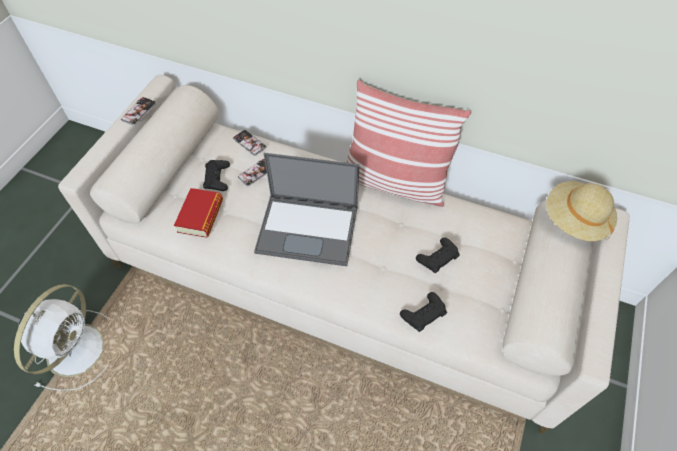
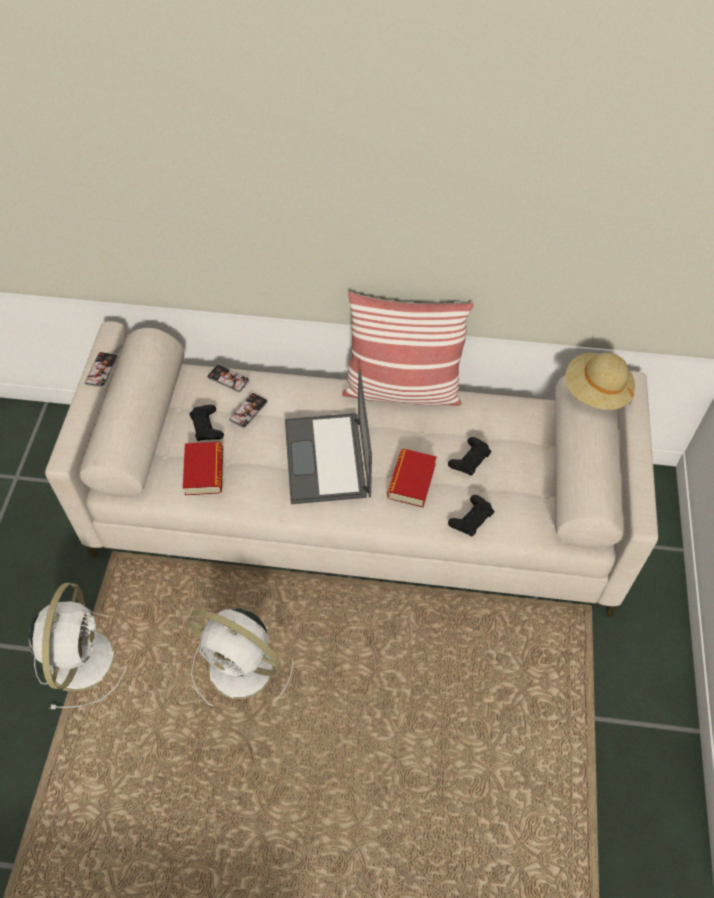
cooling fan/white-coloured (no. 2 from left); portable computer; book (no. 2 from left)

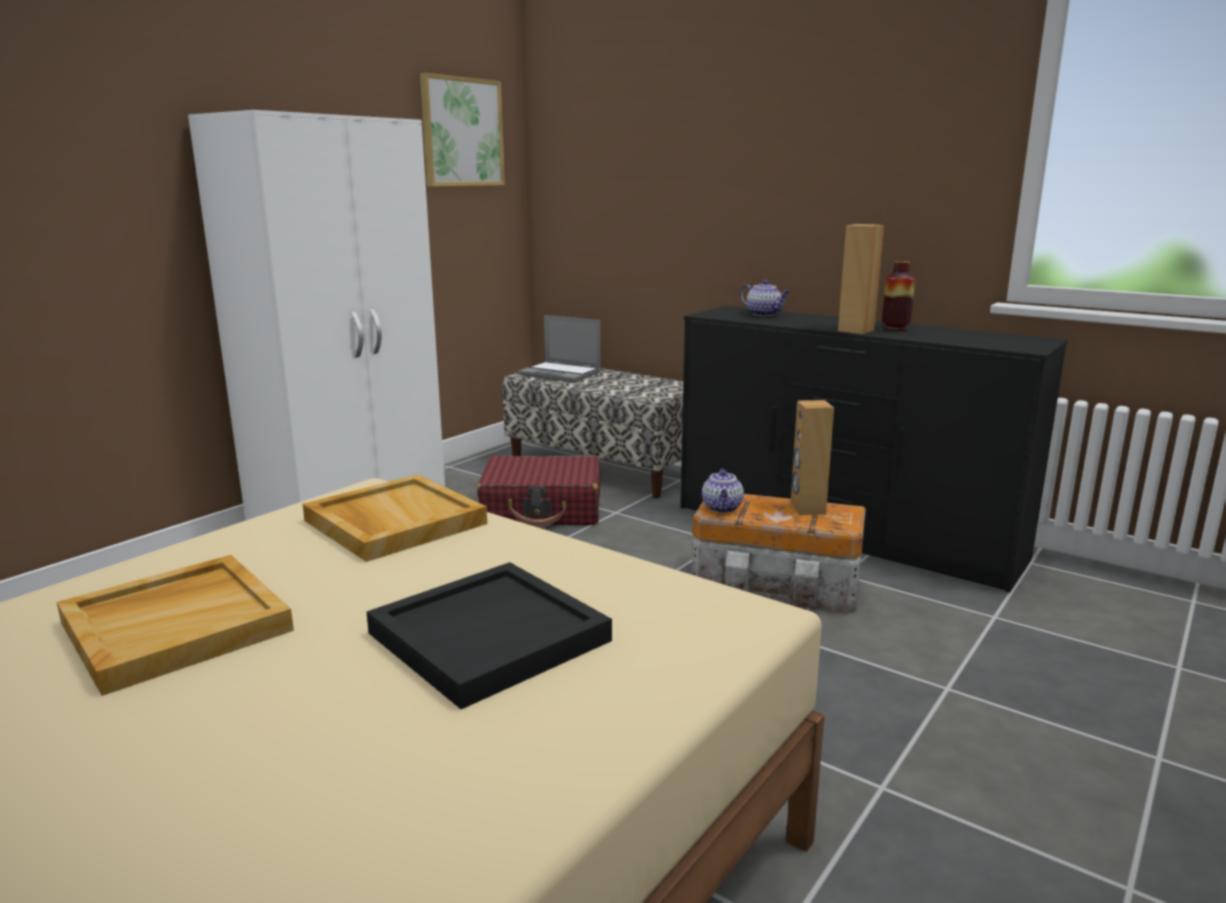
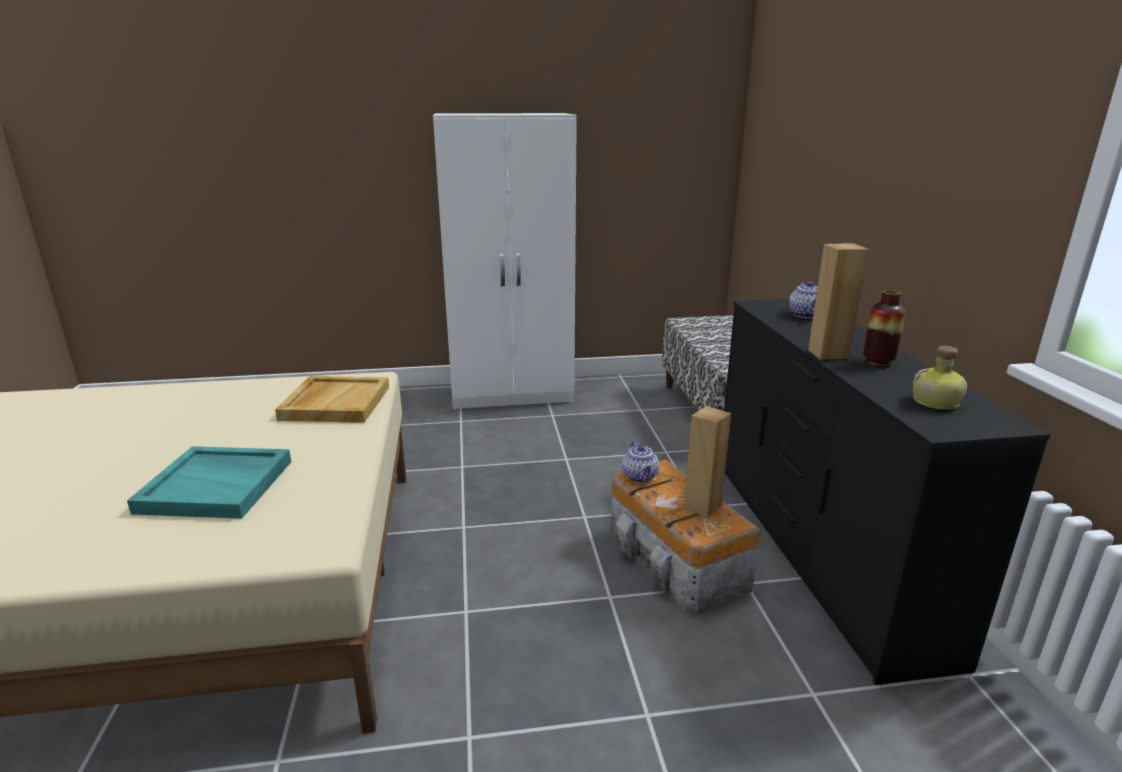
tray/blue-green; pot for tea (no. 1 from left); beverage bottle; tray/beige-coloured (no. 1 from left in the first image); picture; piece of luggage/reddish; portable computer

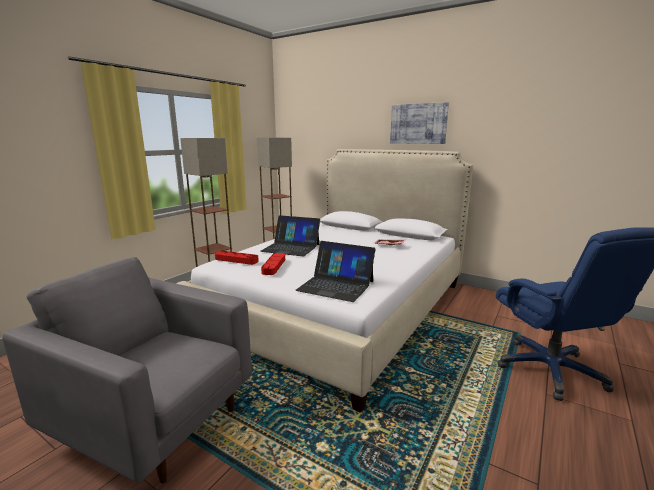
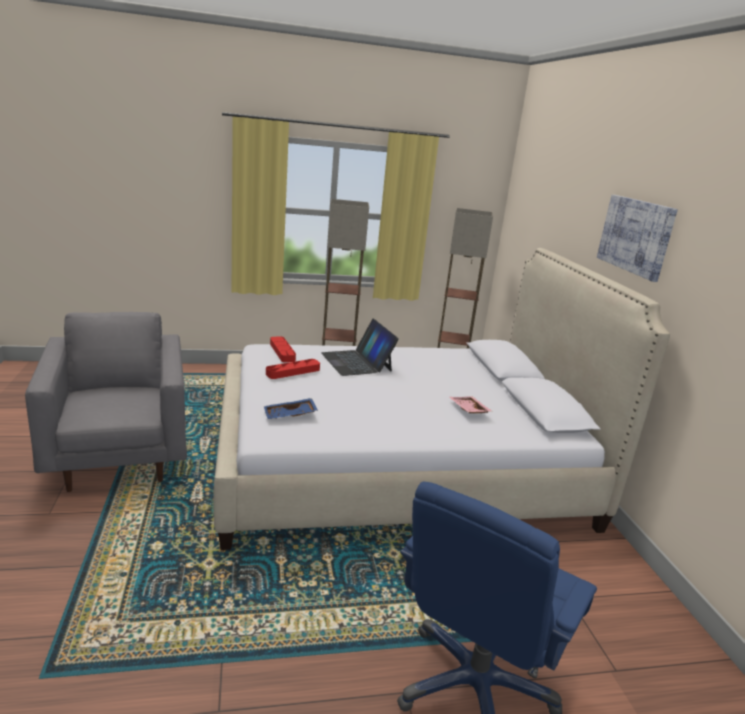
tray/bluish

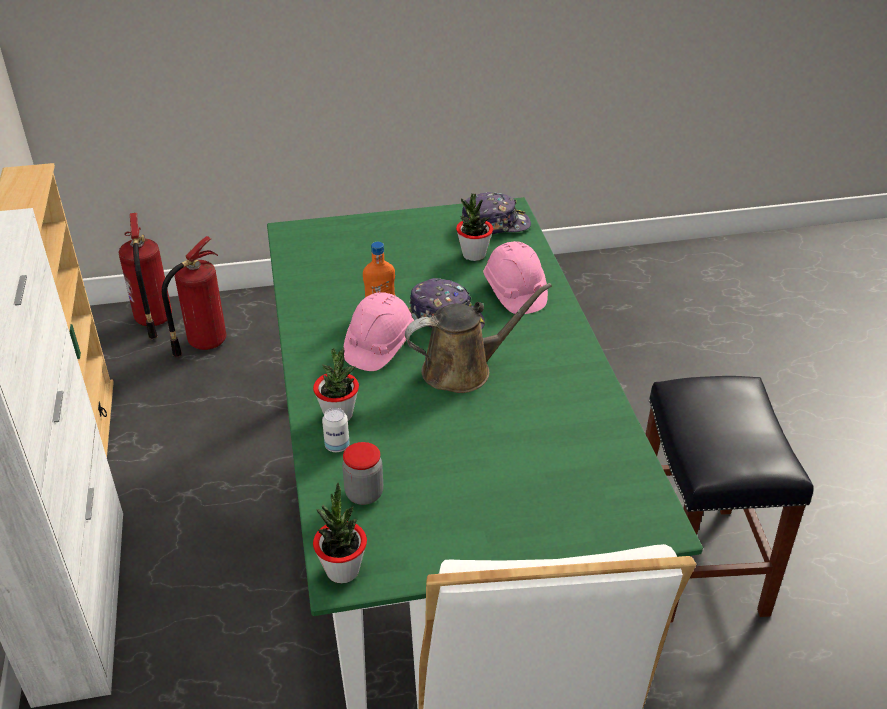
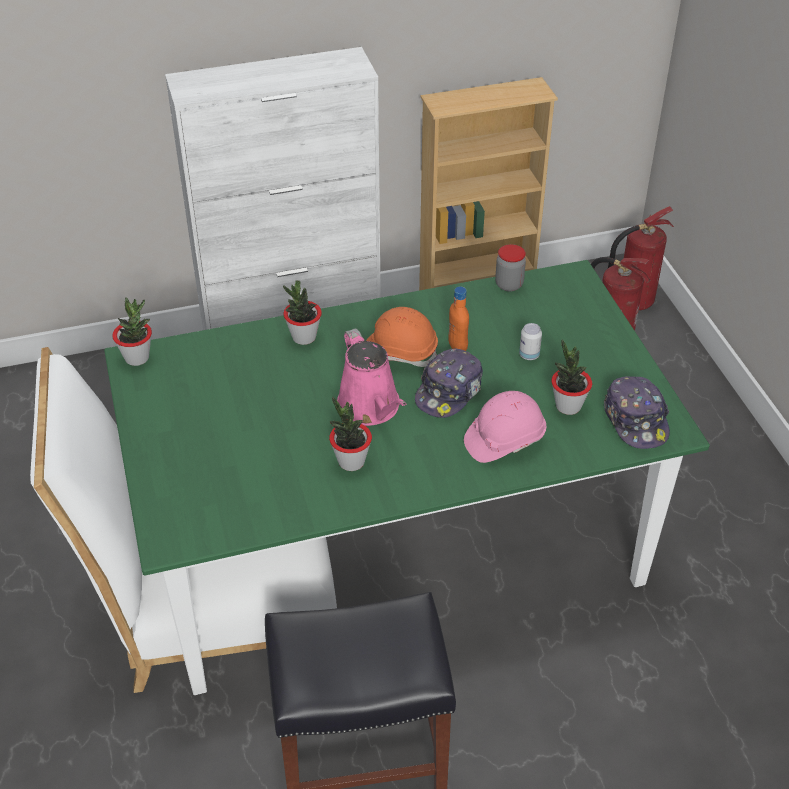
houseplant (no. 3 from left); sprinkling can/pinkish; work helmet/orange-coloured; jar; sealed can

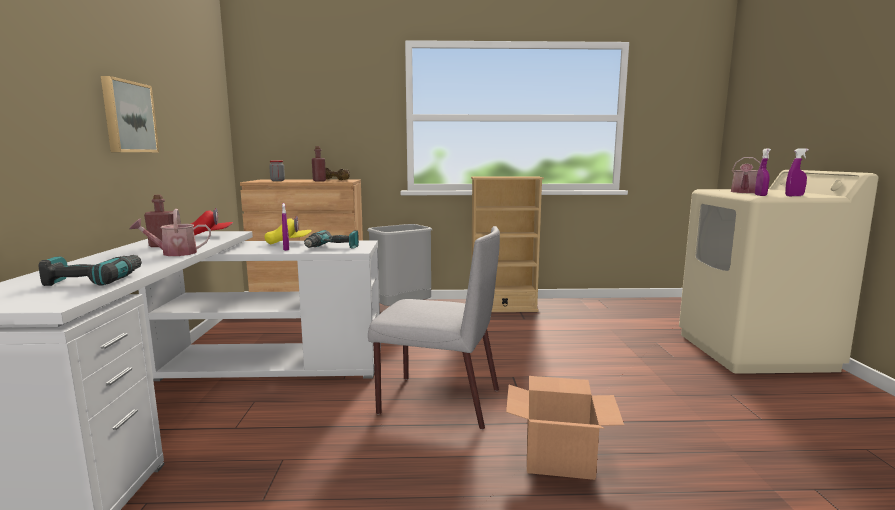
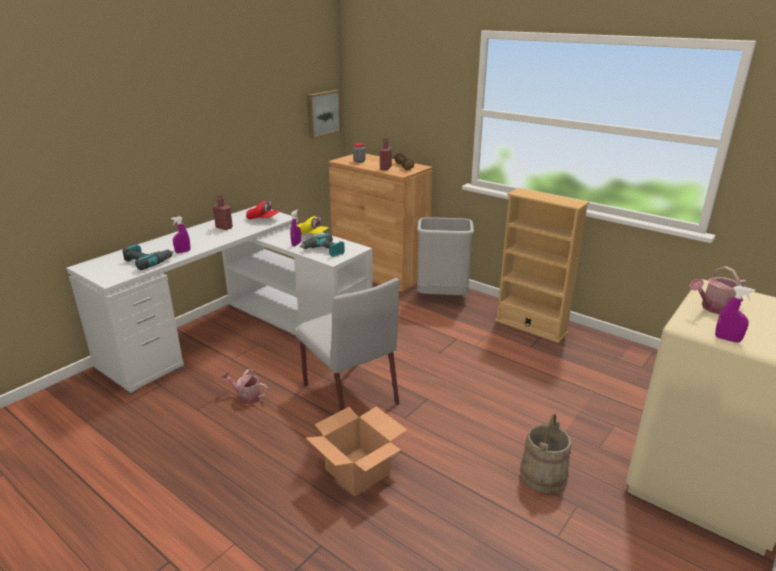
hand sprayer/purple-coloured (no. 1 from left); sprinkling can (no. 1 from left); picture; pail/beige-coloured

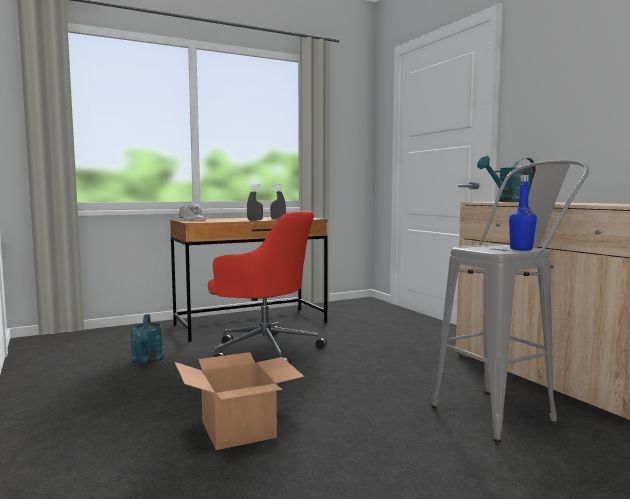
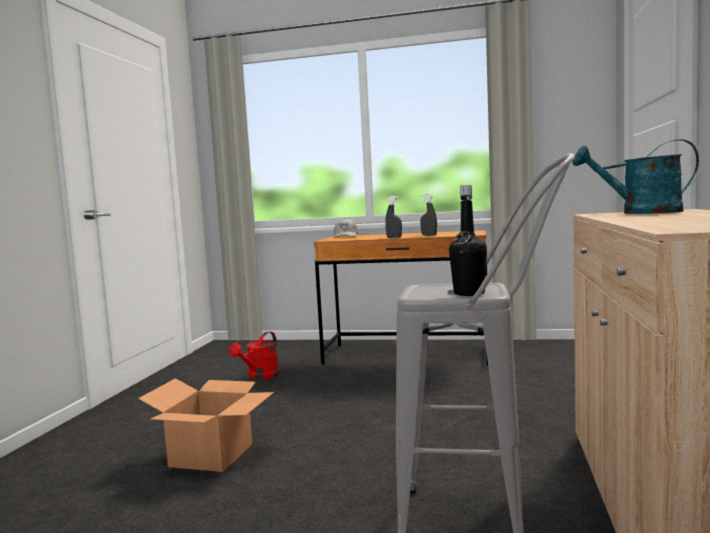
sprinkling can/reddish; beverage bottle/blackish; desk chair/reddish

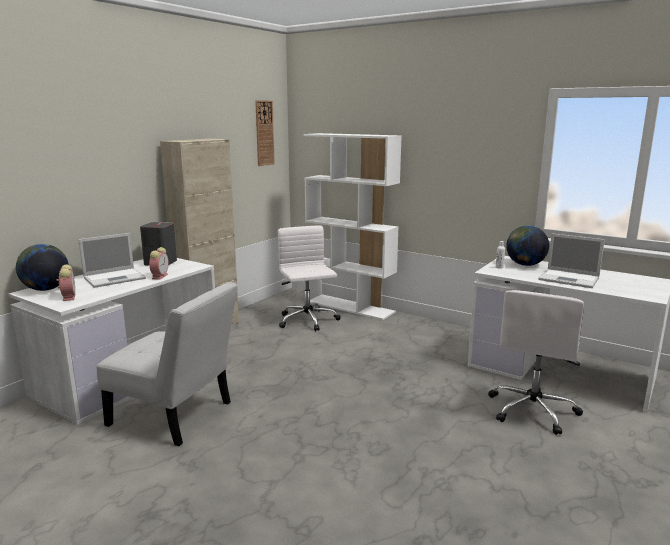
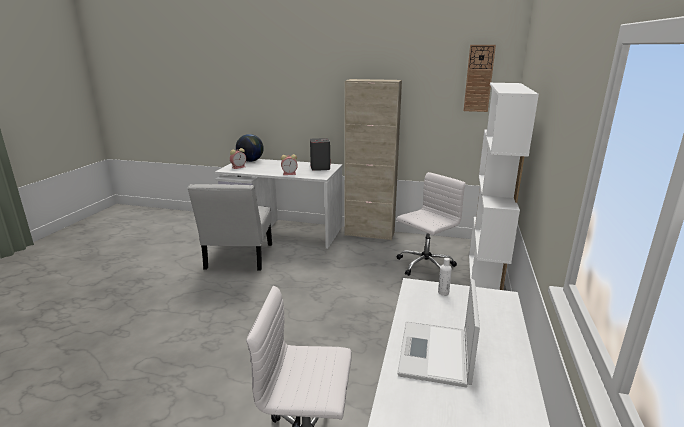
portable computer (no. 1 from left in the first image); world globe (no. 2 from left in the first image)

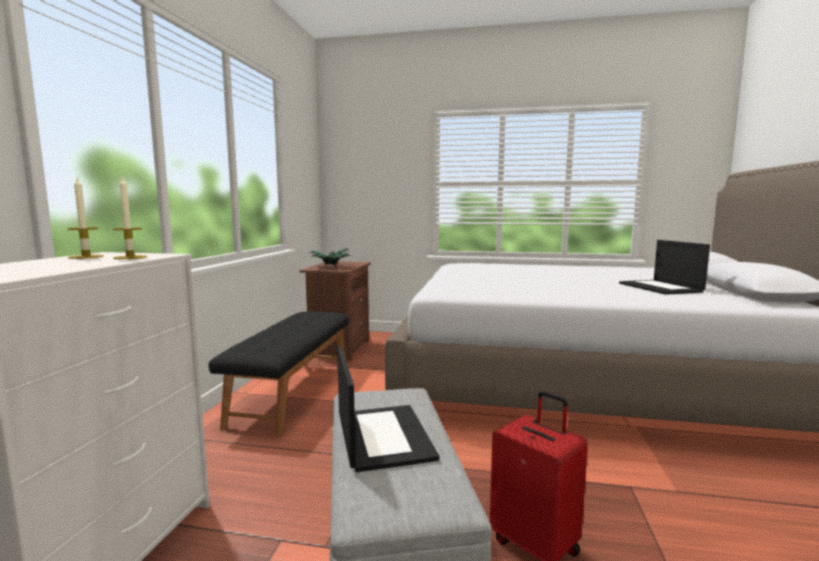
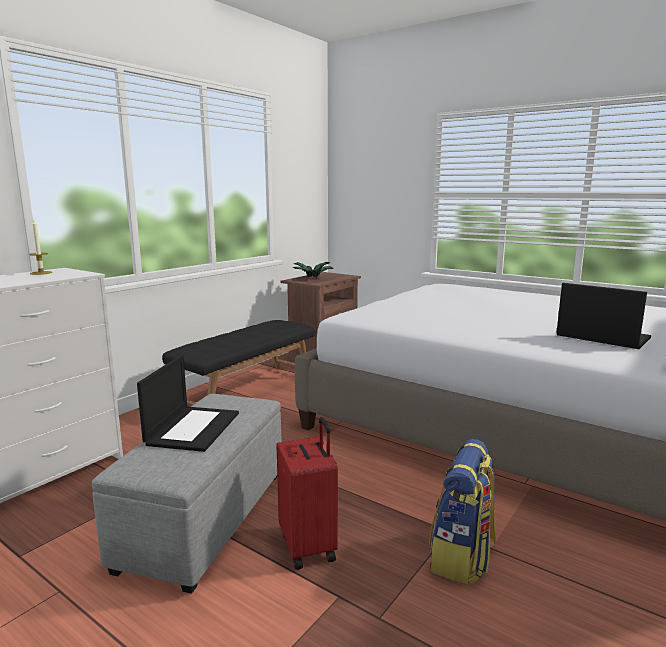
rucksack; portable computer (no. 2 from left); wax candle (no. 2 from left in the first image)

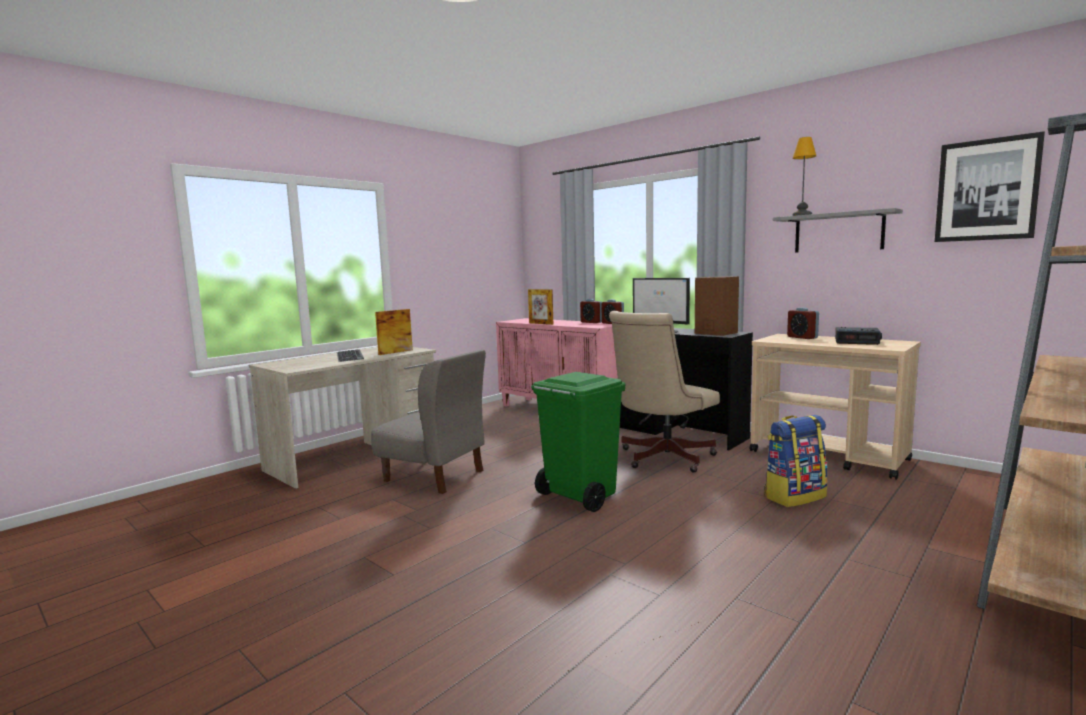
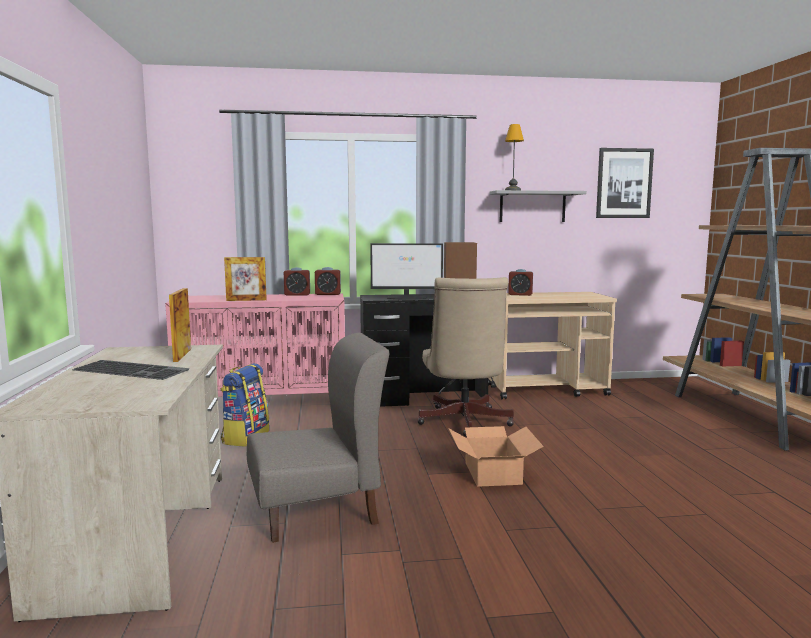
rucksack; carton; table clock (no. 4 from left in the first image)

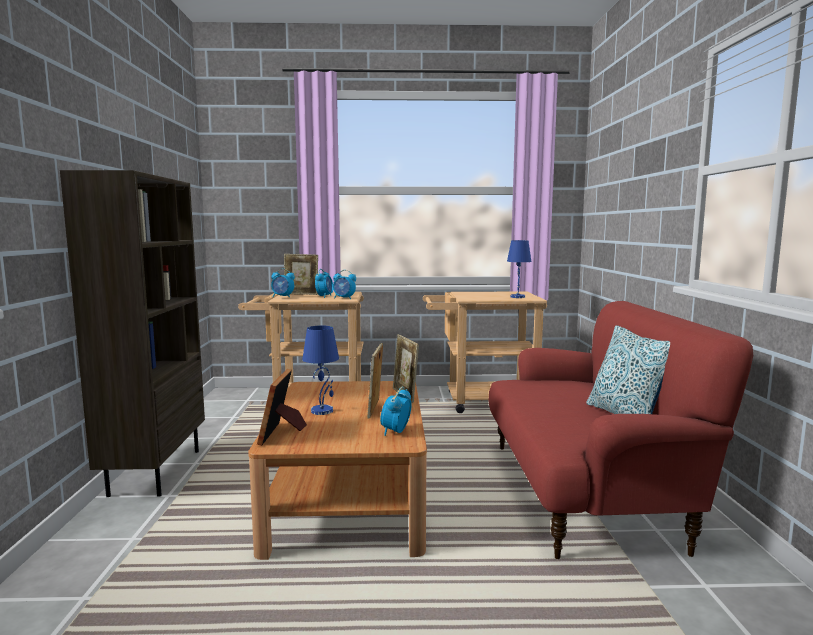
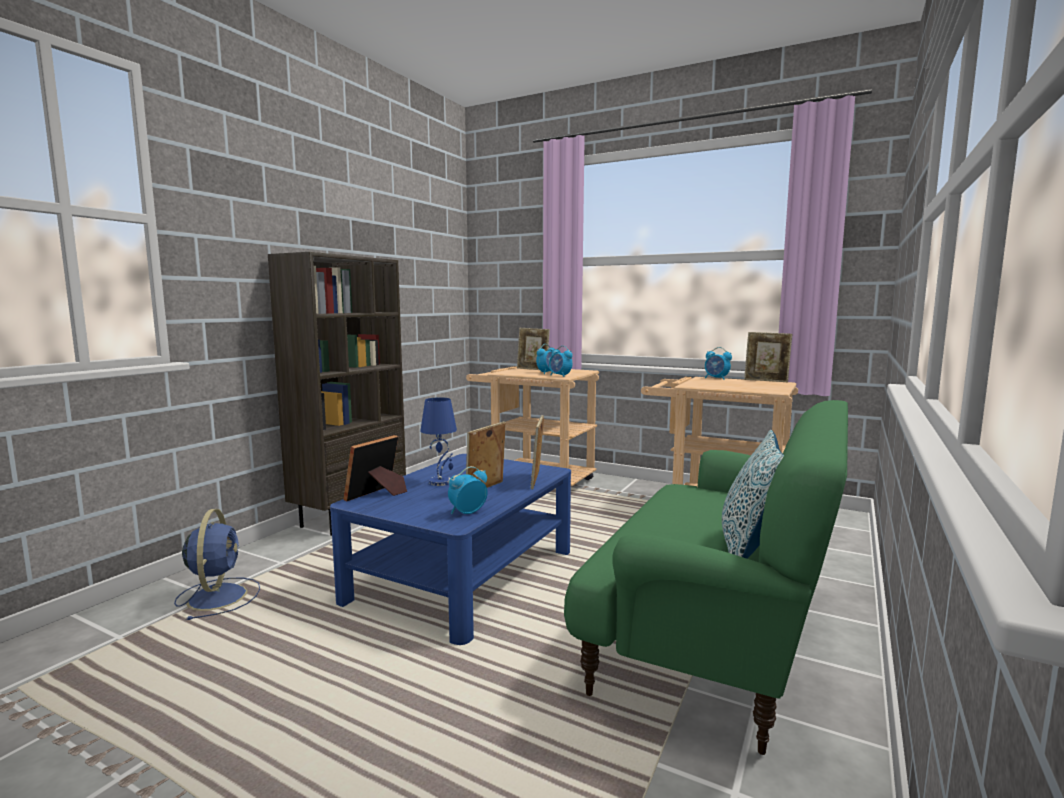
cooling fan/bluish; low table/bluish; couch/green; table clock (no. 4 from left); picture frame (no. 5 from left); tabletop lamp/bluish (no. 2 from left in the first image)

